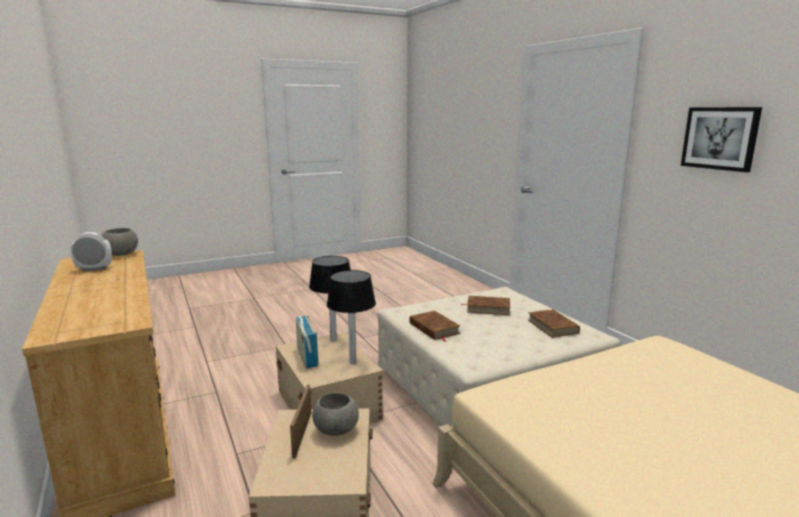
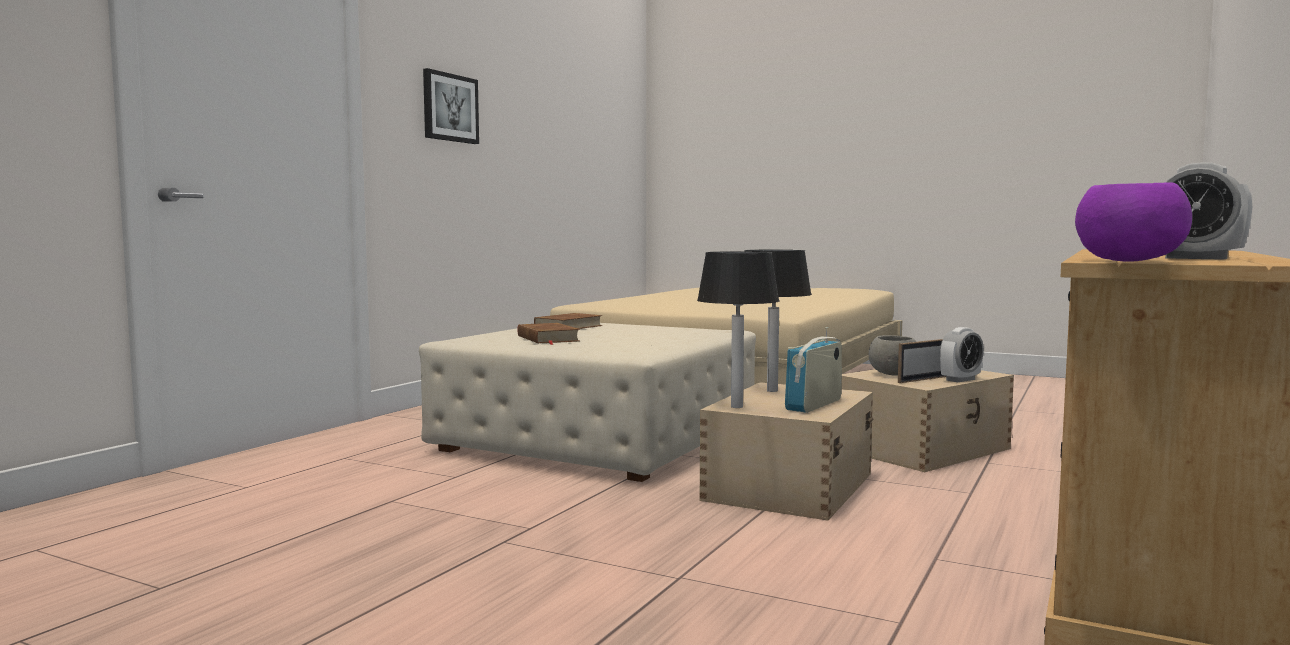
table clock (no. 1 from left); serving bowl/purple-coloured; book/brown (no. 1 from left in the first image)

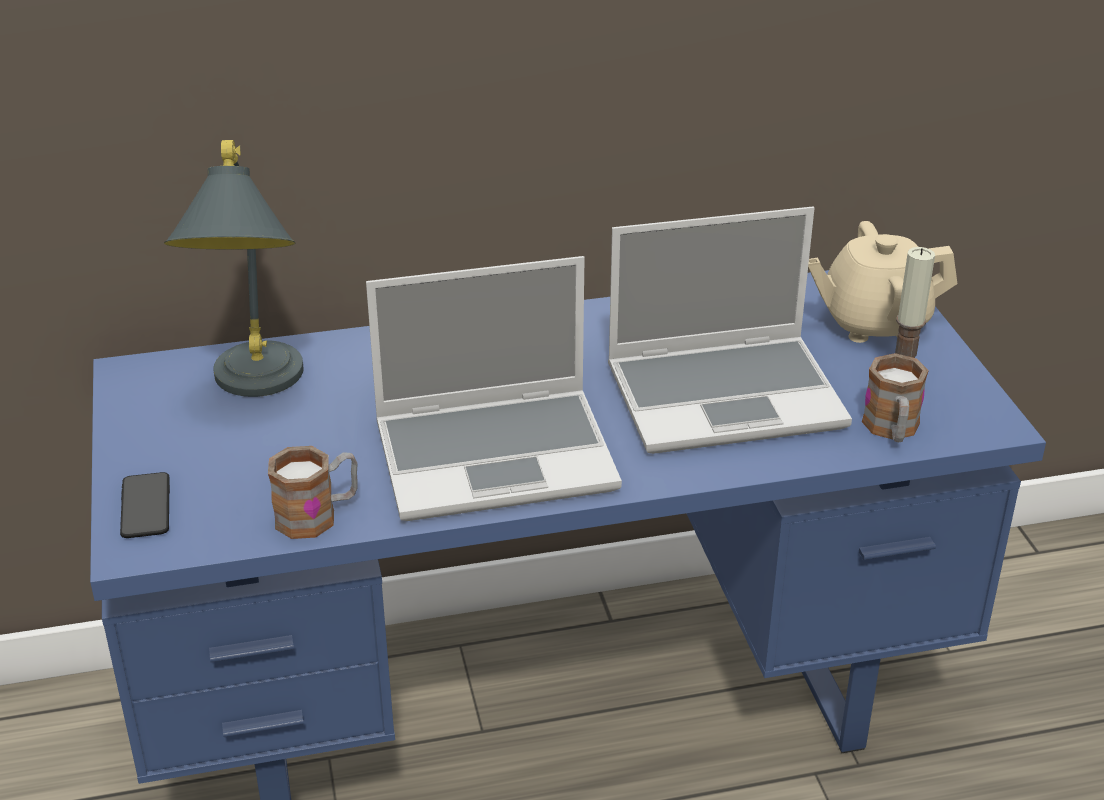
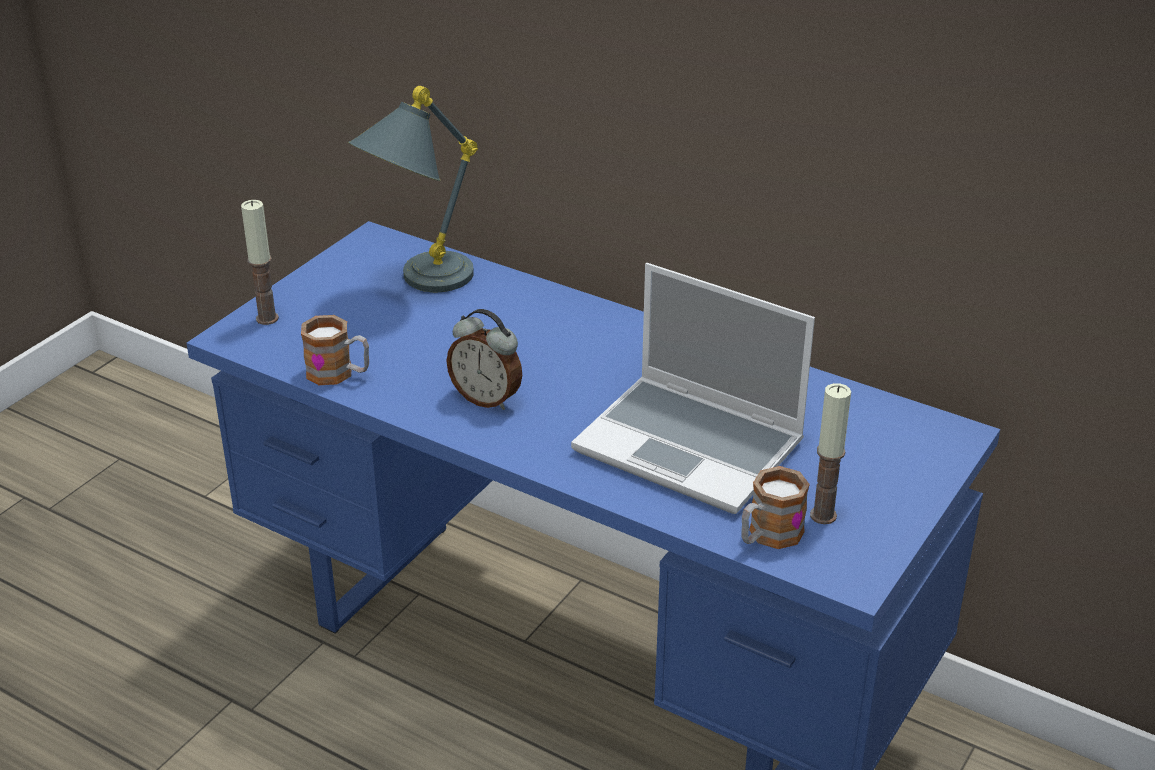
wax candle (no. 1 from left); table clock; pot for tea/beige-coloured

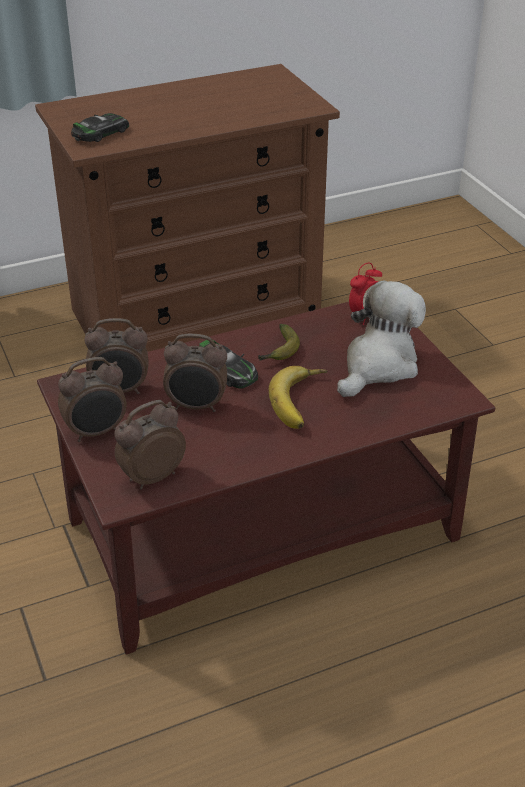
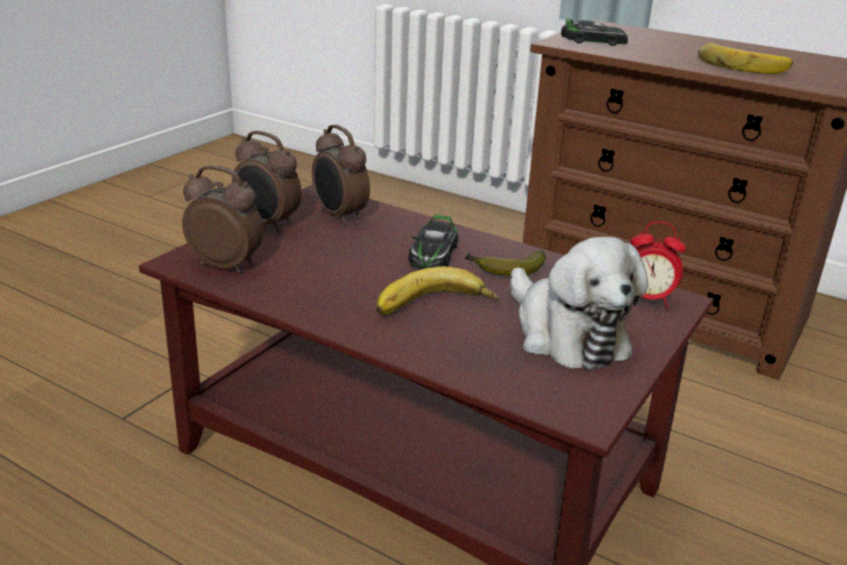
plush toy; banana fruit (no. 3 from left); table clock (no. 4 from left in the first image)

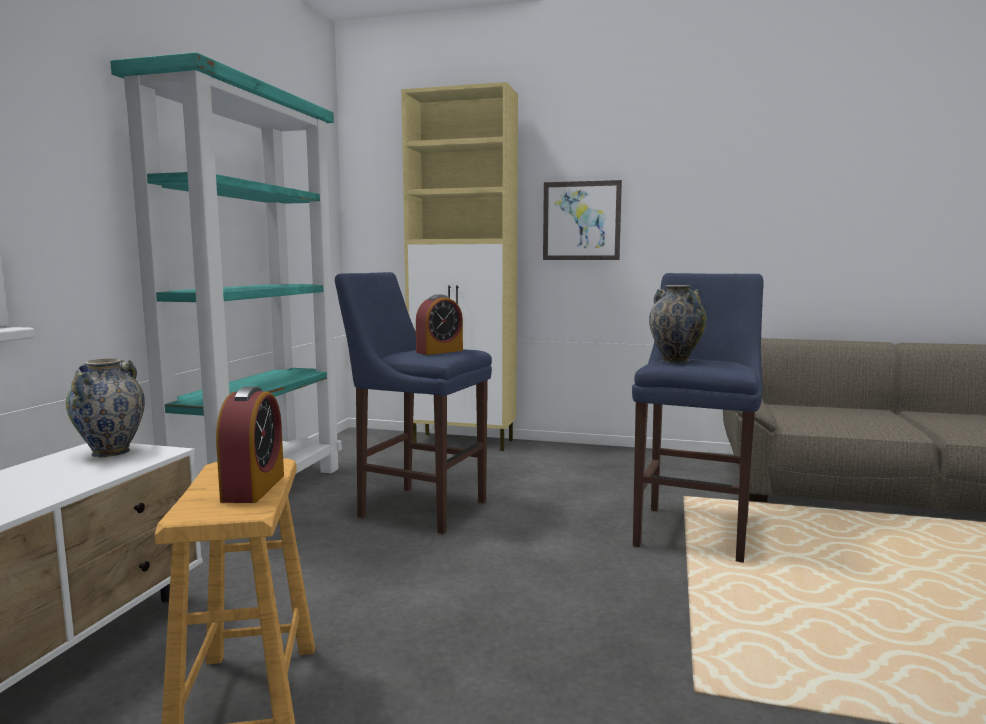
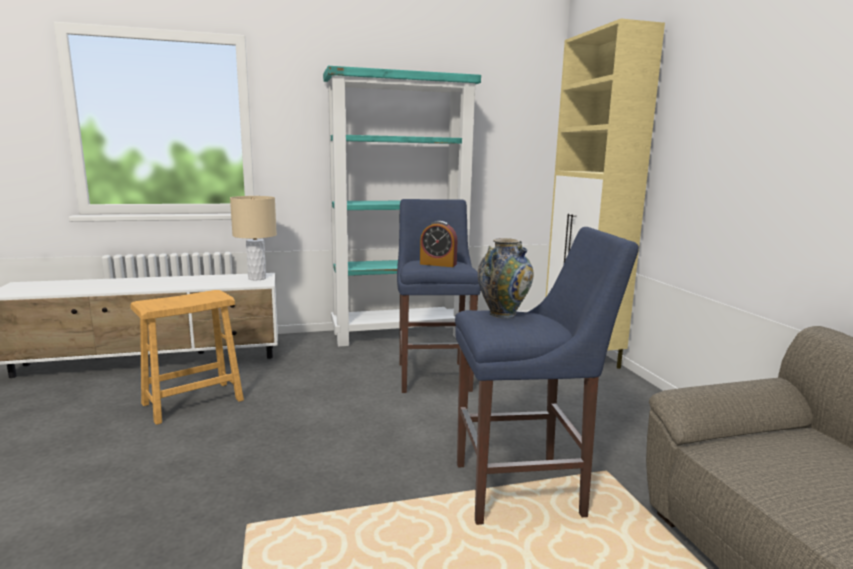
tabletop lamp/beige-coloured; table clock (no. 1 from left in the first image); picture

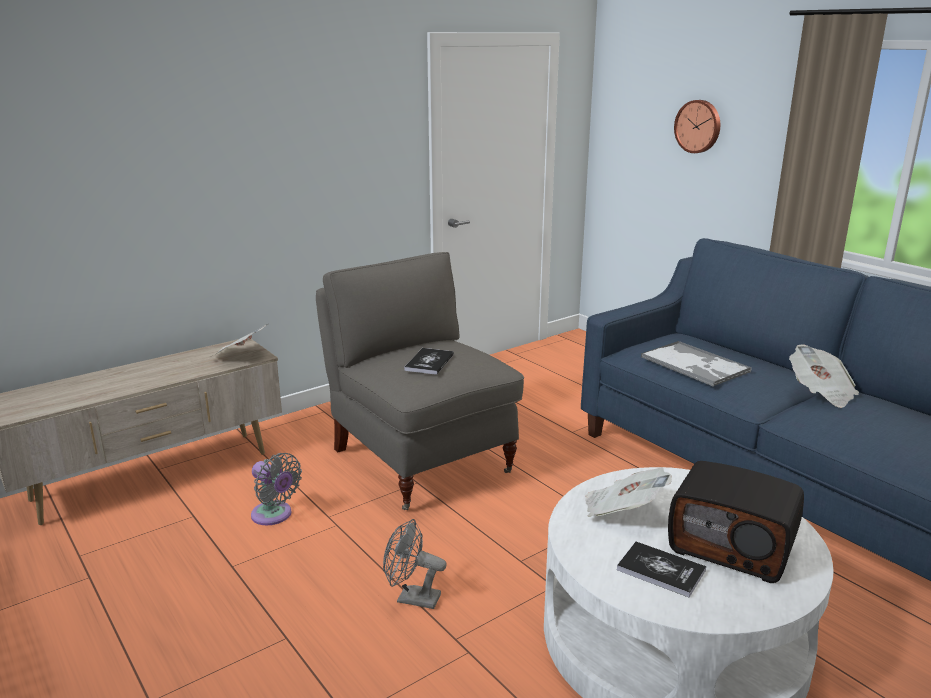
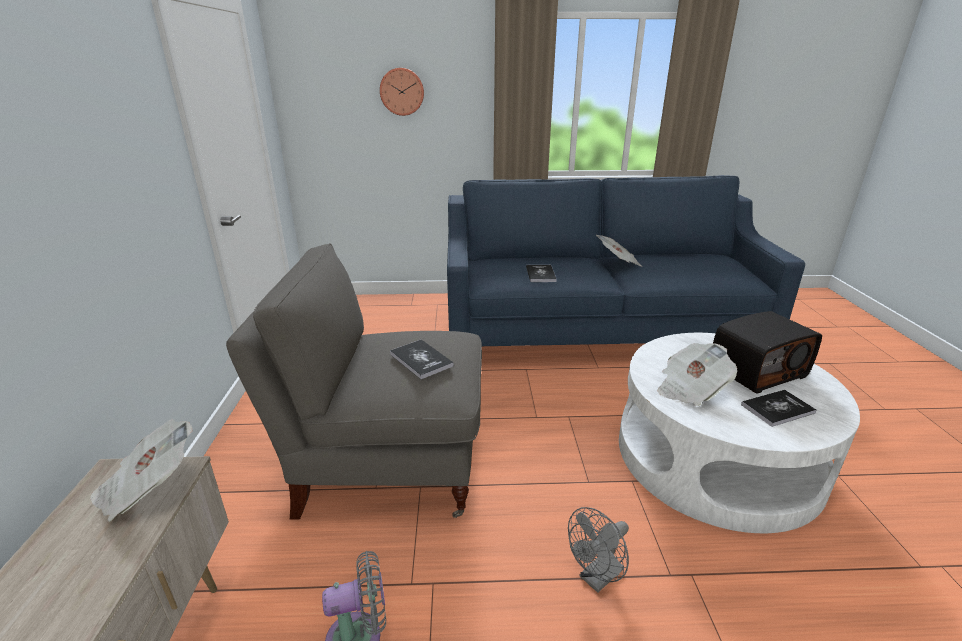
book (no. 2 from left)

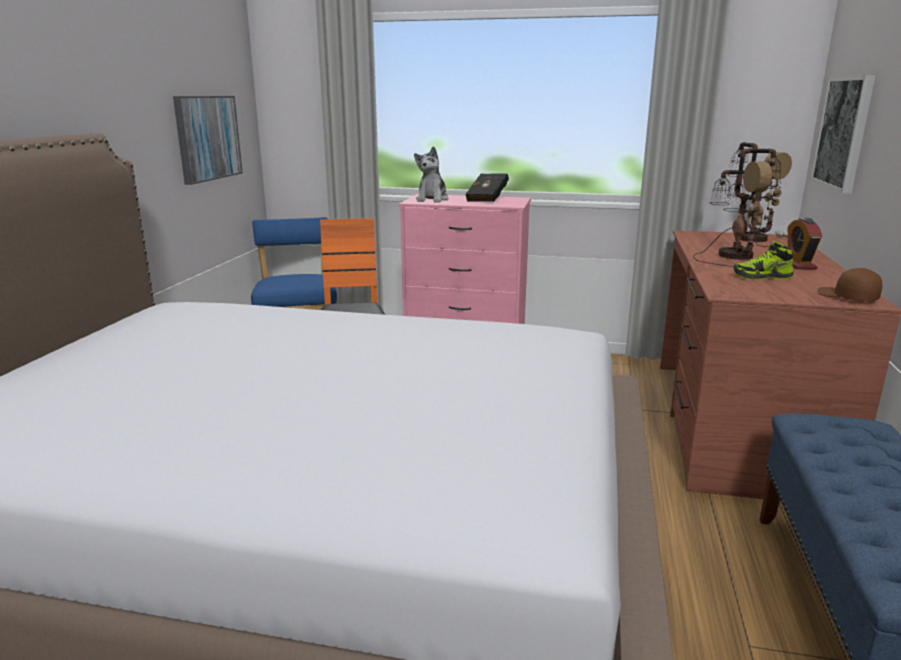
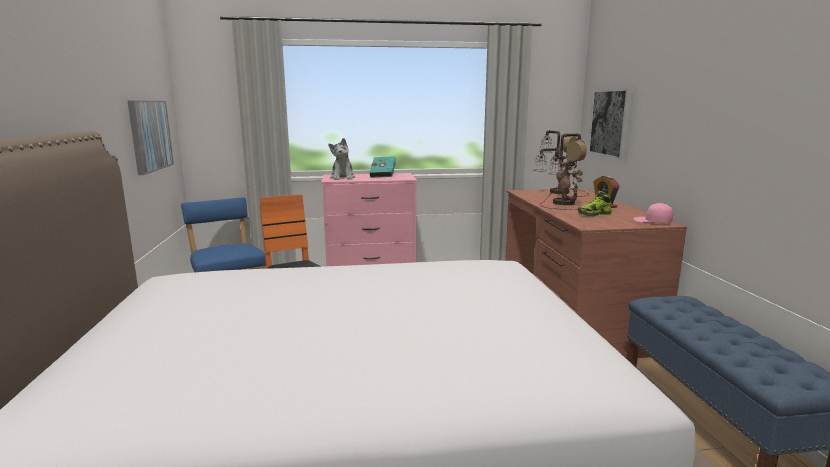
book/blue-green; baseball cap/pinkish

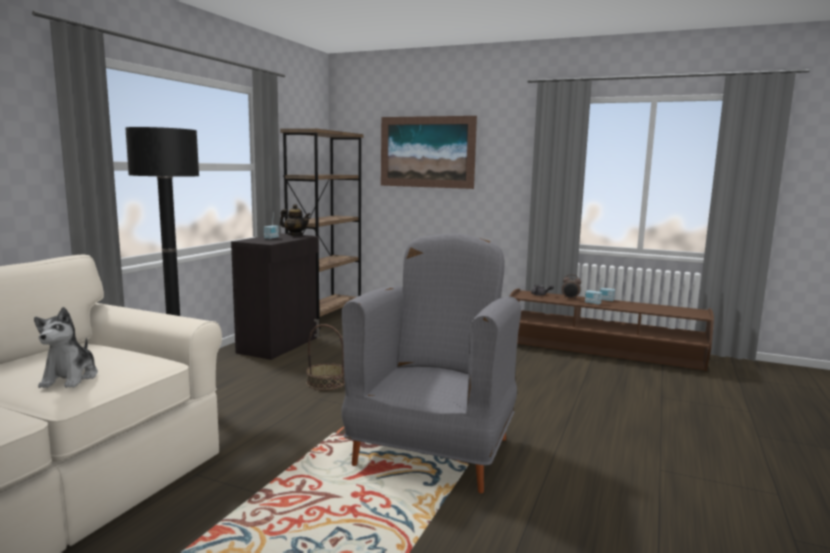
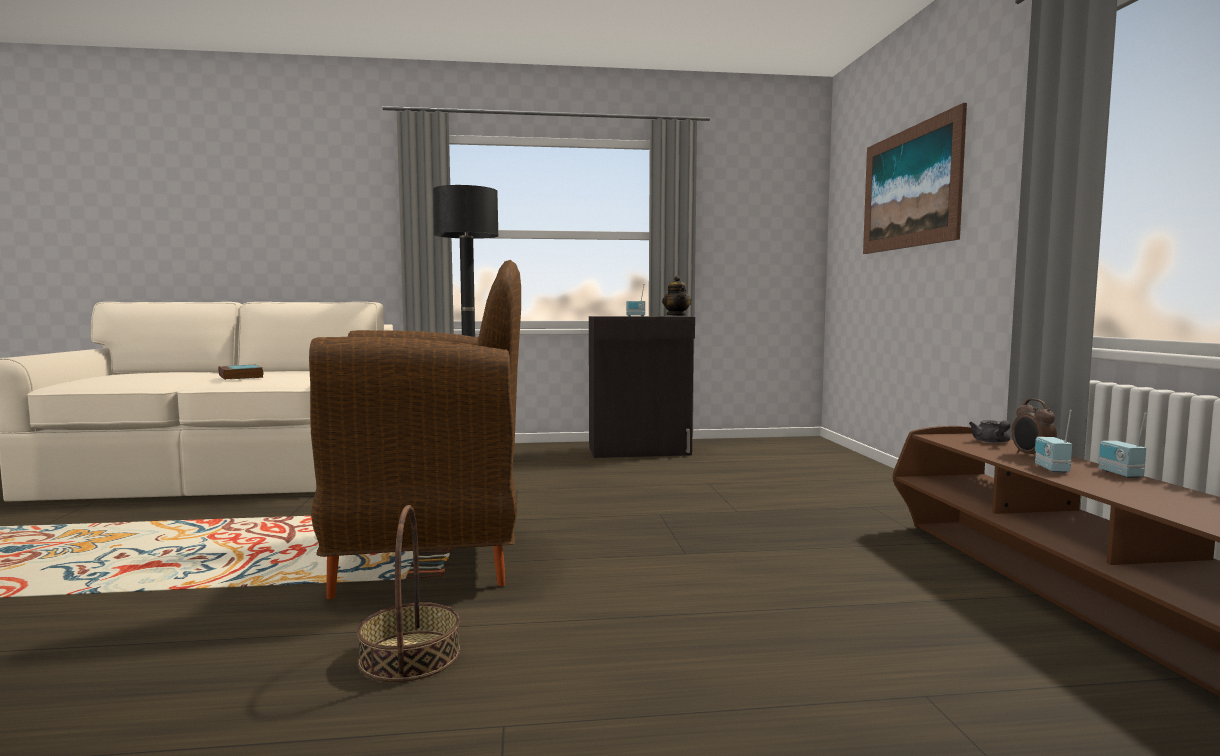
book; lounge chair/brown; household basket; bookcase/brown

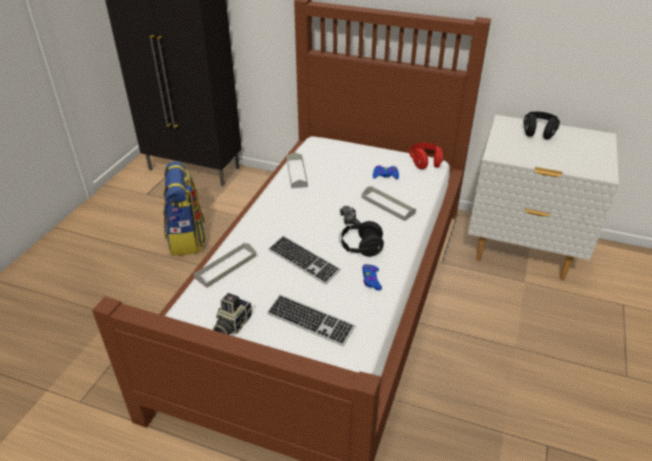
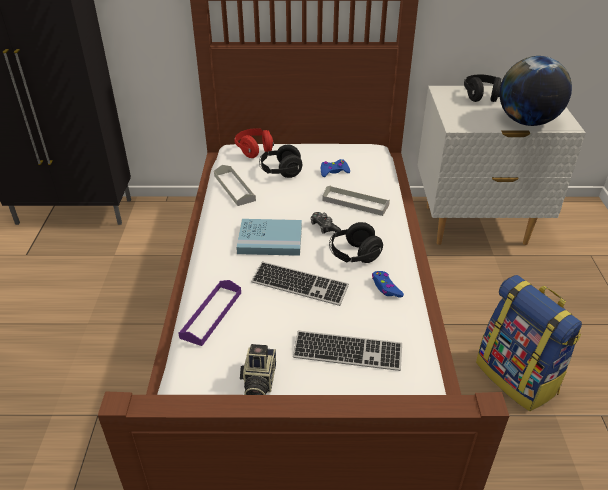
tray/purple-coloured; pair of headphones/reddish; book/bluish; pair of headphones/blackish (no. 1 from left); rucksack; world globe

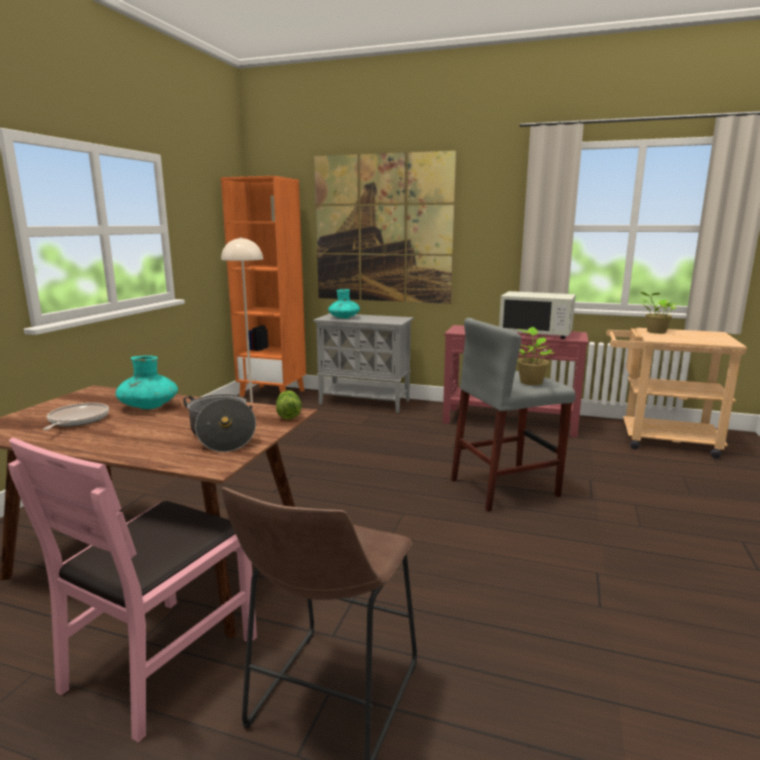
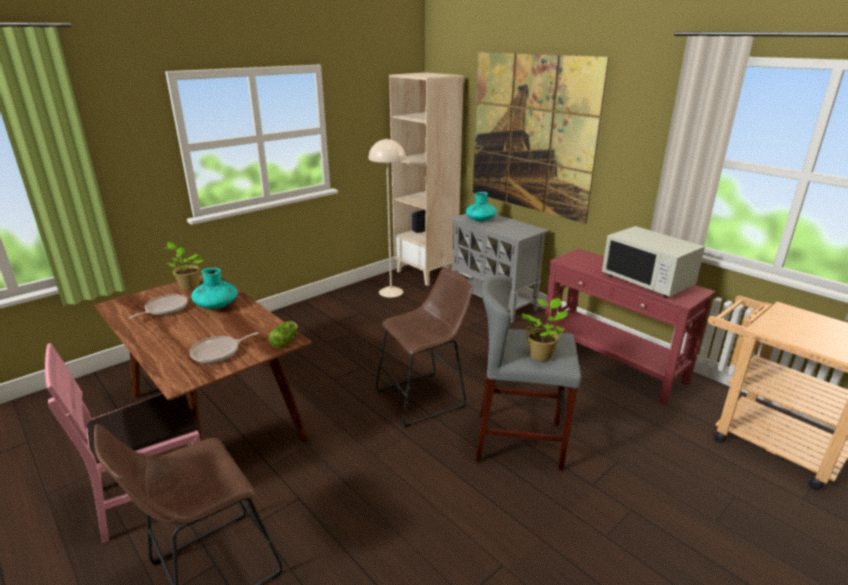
houseplant (no. 1 from left); pan (no. 2 from left); sitting stool/brown (no. 2 from left); bookcase/beige-coloured

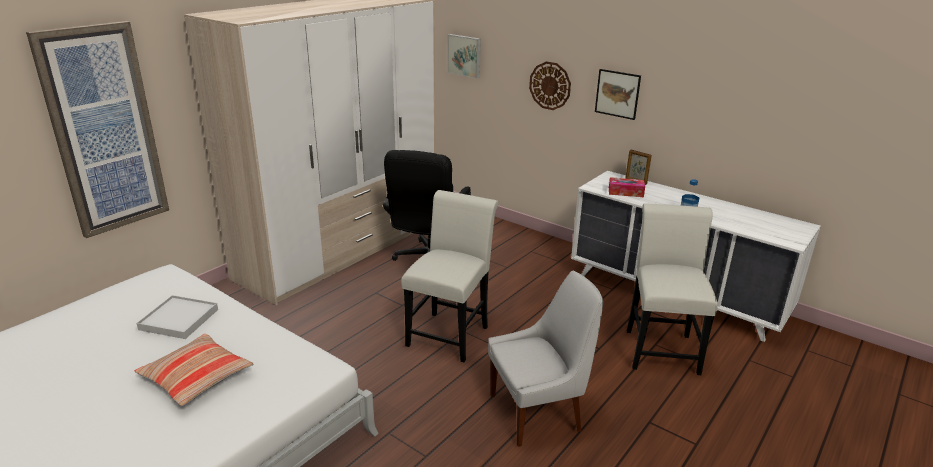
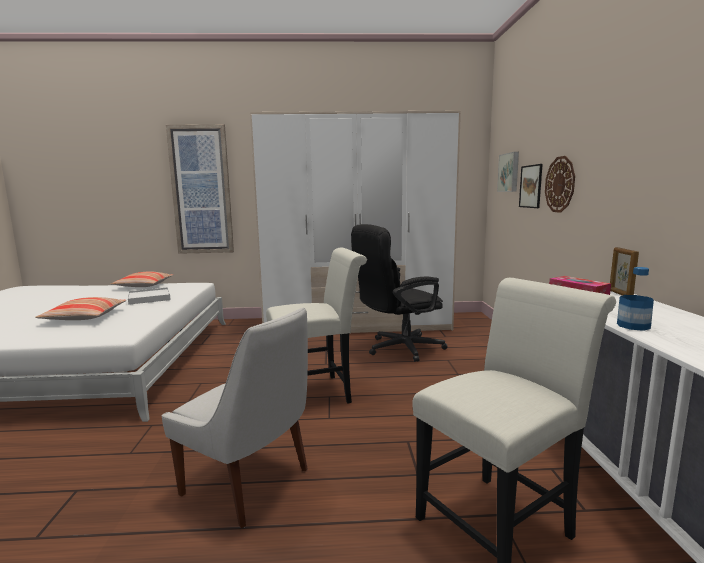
pillow (no. 2 from left); picture (no. 3 from left)

